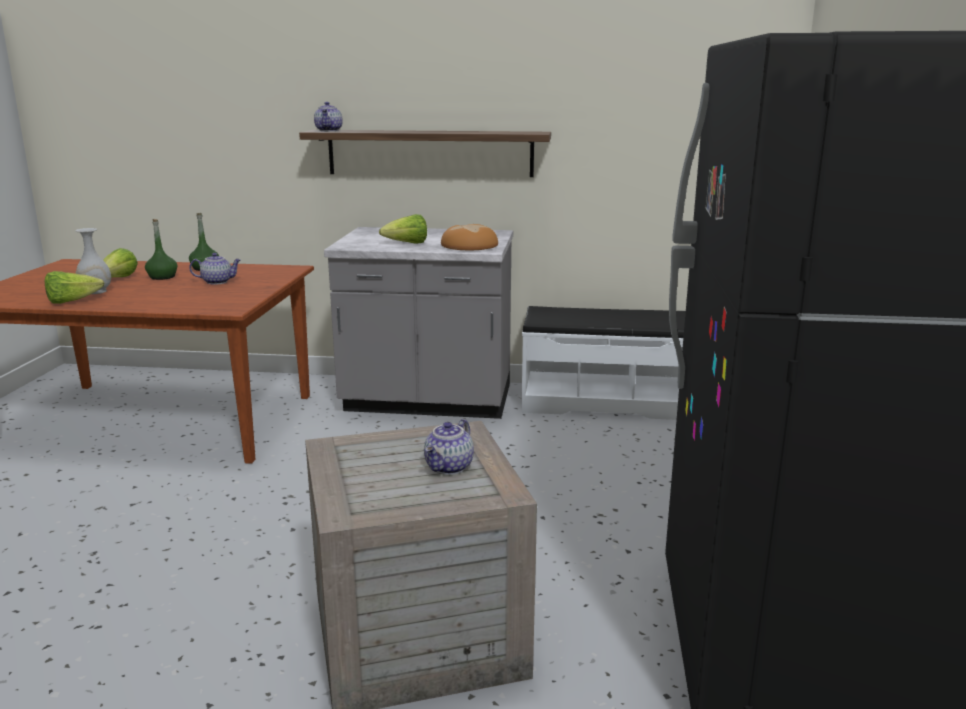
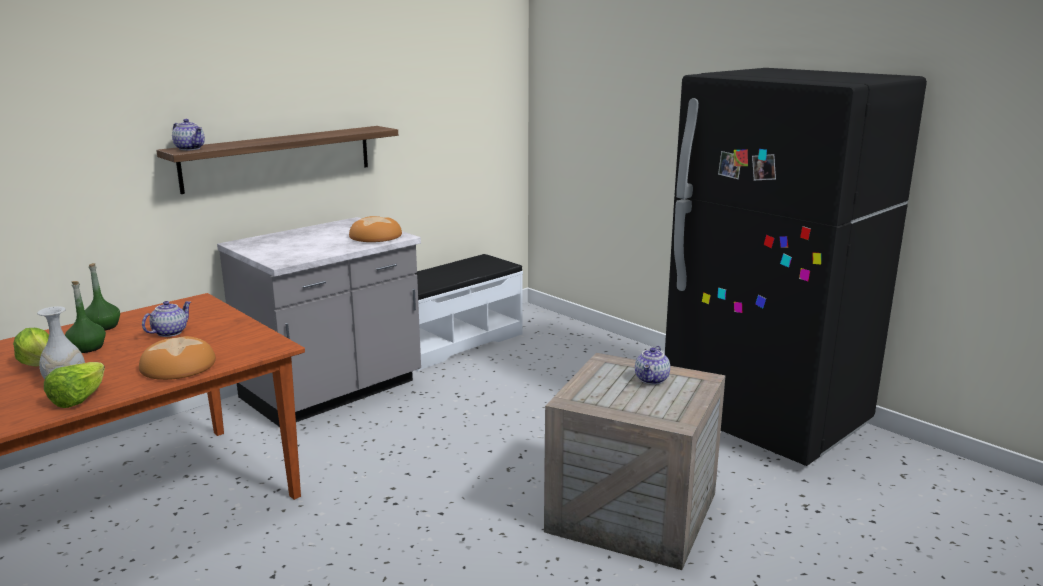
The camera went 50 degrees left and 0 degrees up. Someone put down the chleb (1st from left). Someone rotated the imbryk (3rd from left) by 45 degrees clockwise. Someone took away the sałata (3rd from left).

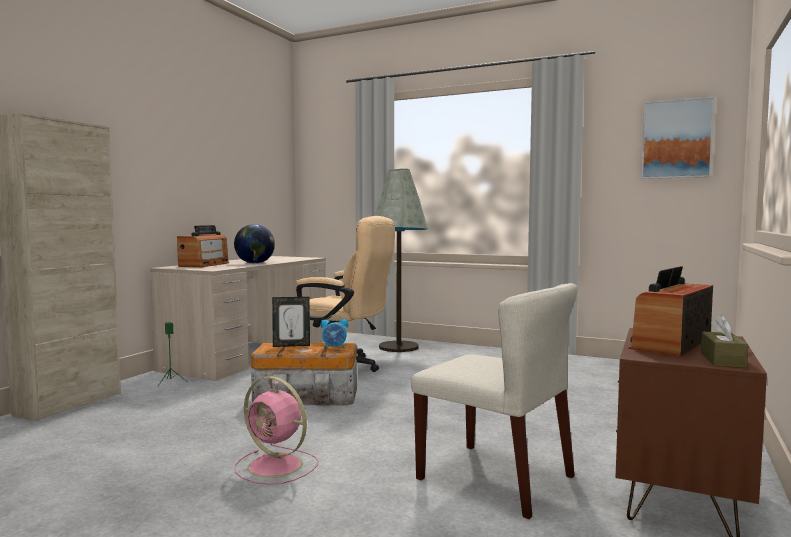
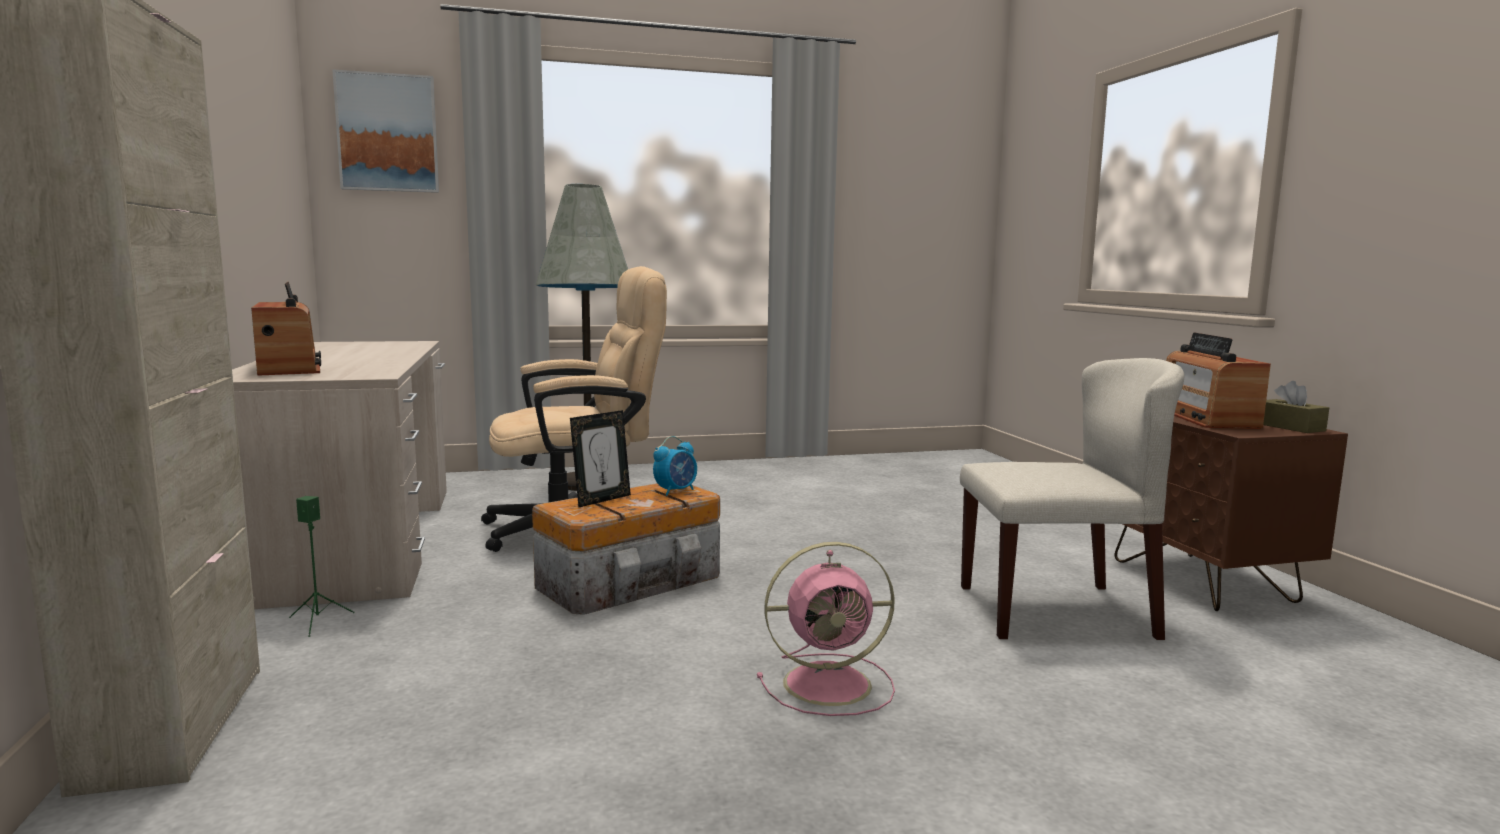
The camera went 40 degrees left and 5 degrees up. Someone carried the obraz. Someone took away the globus.

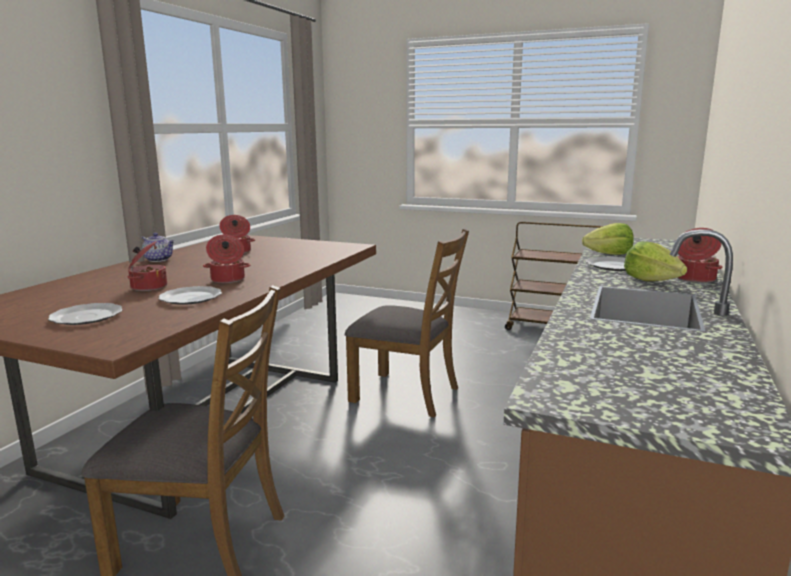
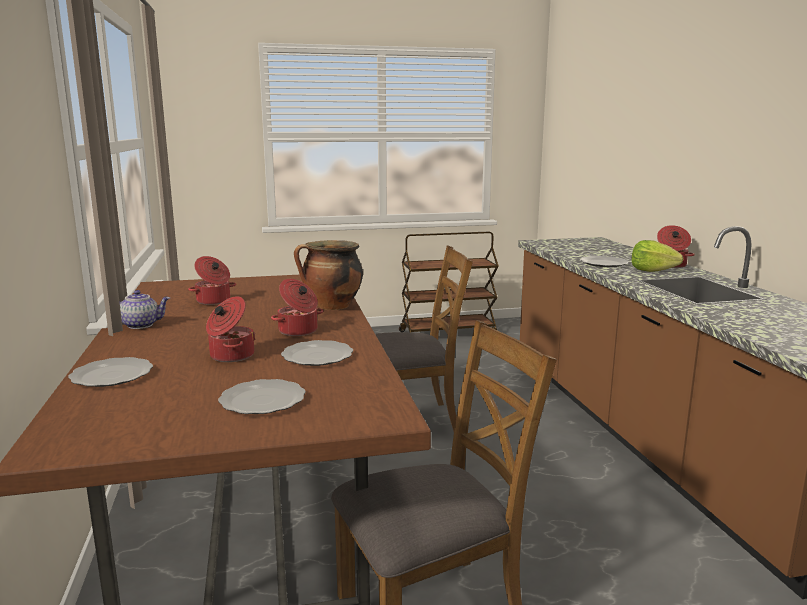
The camera went 35 degrees left and 0 degrees up. Someone put down the talerz (1st from left). Someone put down the garnek (4th from left). Someone took away the sałata (1st from left).

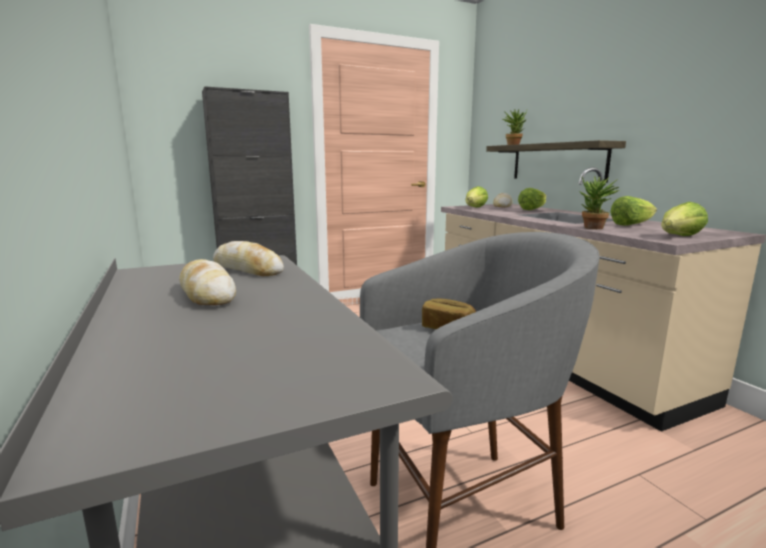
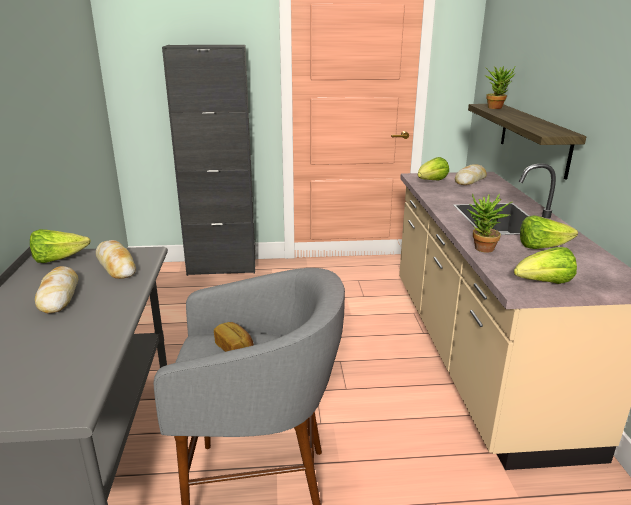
The camera went 20 degrees right and 10 degrees up. Someone carried the sałata (2nd from left in the first image).

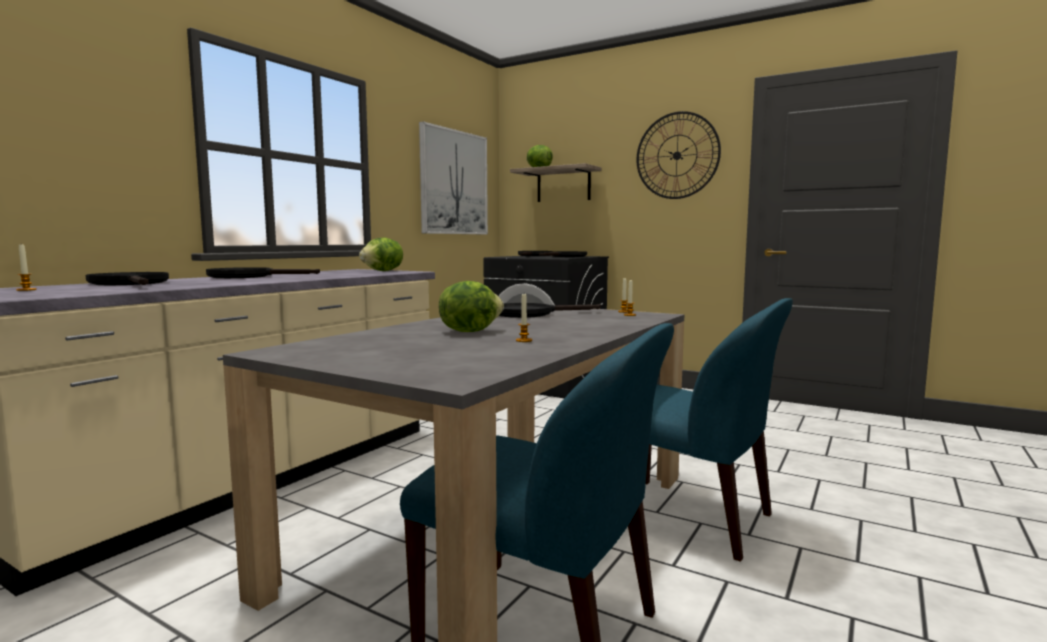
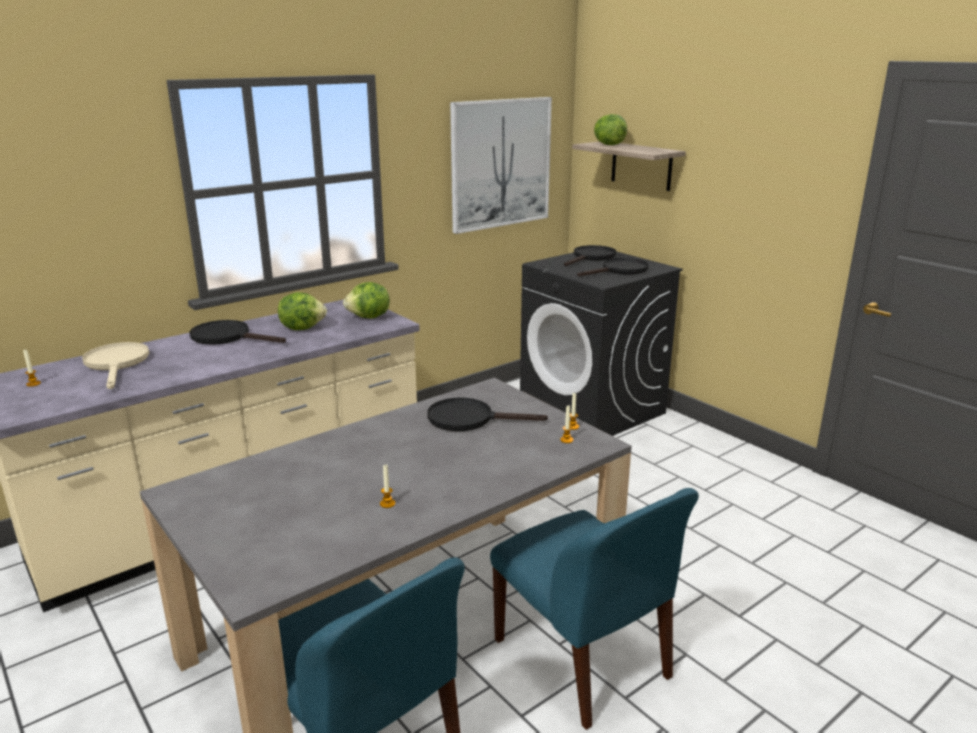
The camera went 20 degrees right and 15 degrees up. Someone repainted the patelnia/czarny (1st from left), which became the patelnia/beżowy. Someone carried the sałata (2nd from left in the first image). Someone took away the zegar ścienny.

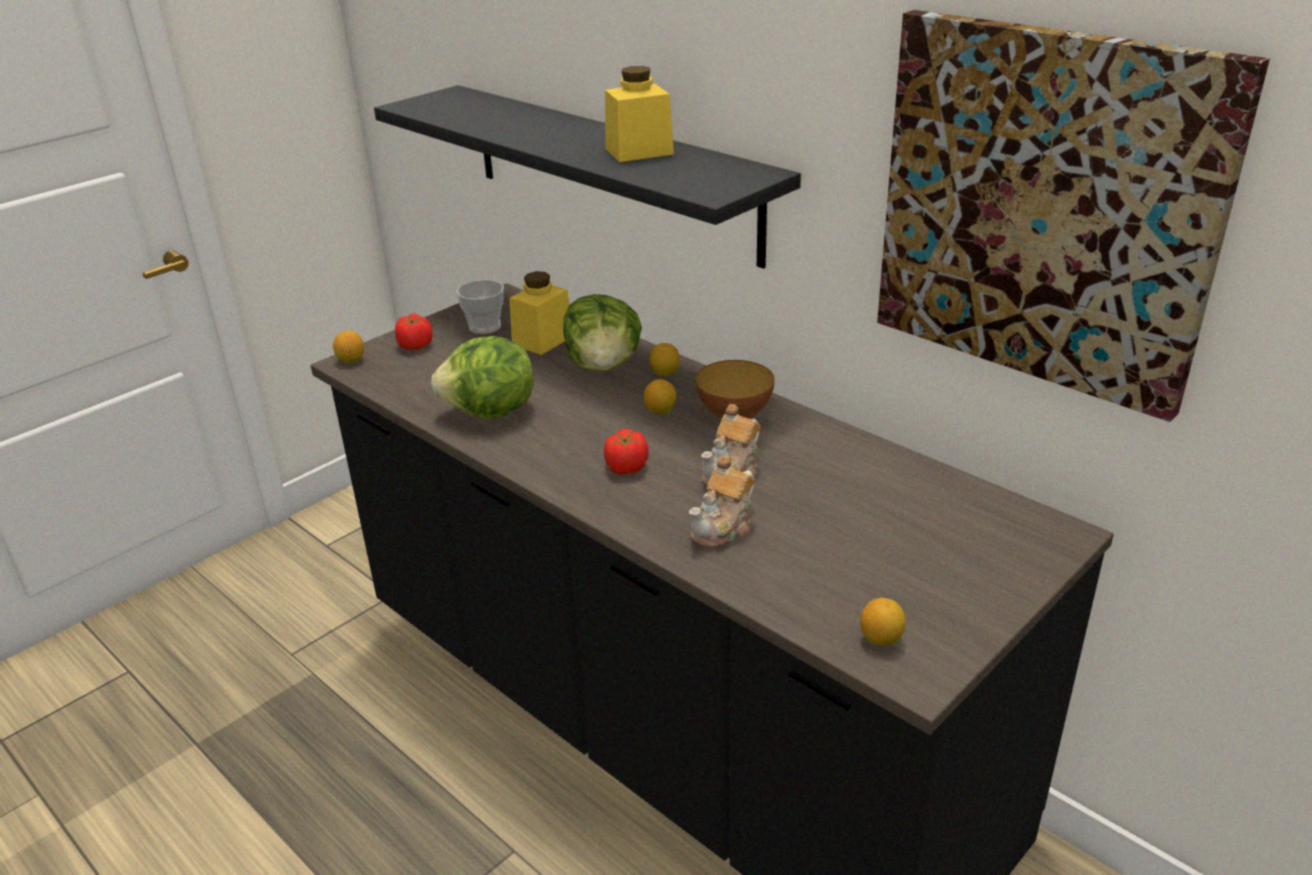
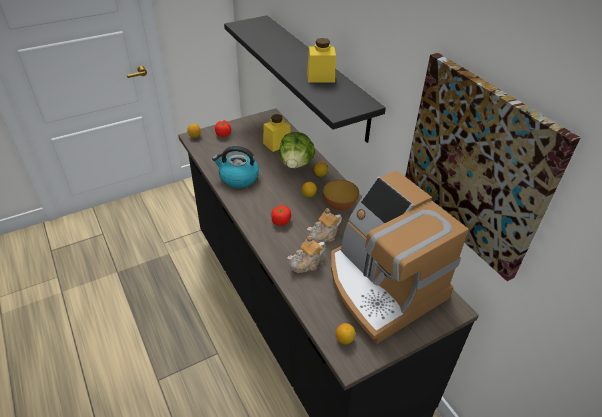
The camera went 15 degrees right and 10 degrees up. Someone swapped the sałata (1st from left) for the czajnik. Someone put down the ekspres do kawy. Someone took away the filiżanka.

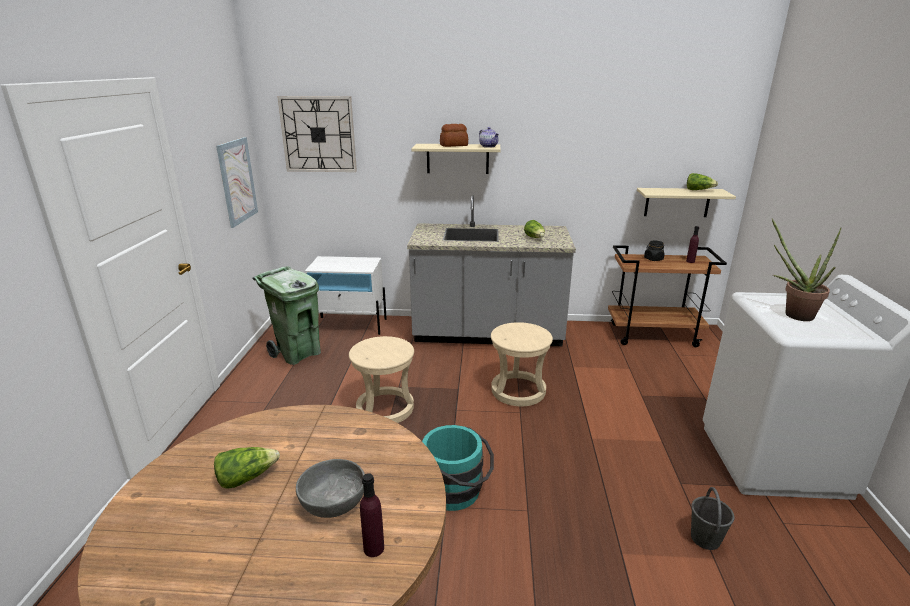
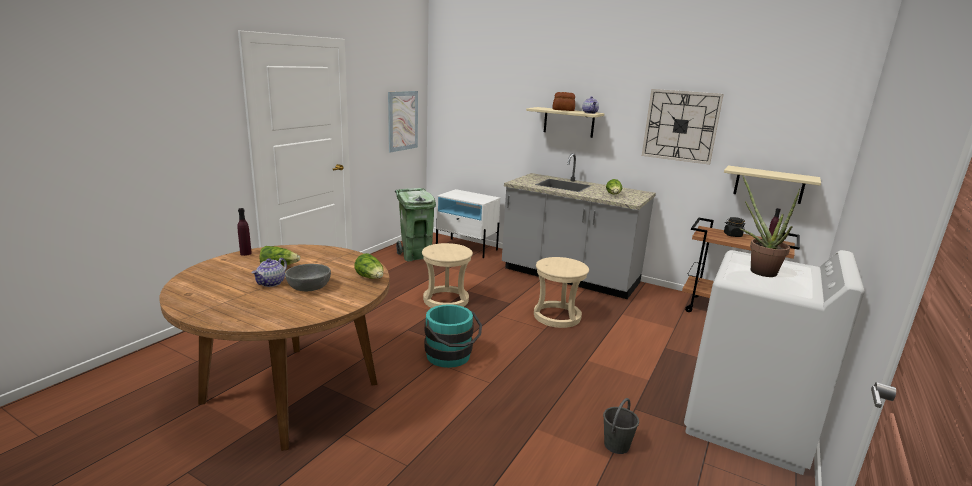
The camera went 25 degrees right and 5 degrees down. Someone carried the butelka/fioletowy (1st from left). Someone put down the imbryk (1st from left). Someone carried the sałata (3rd from left in the first image). Someone carried the zegar ścienny.

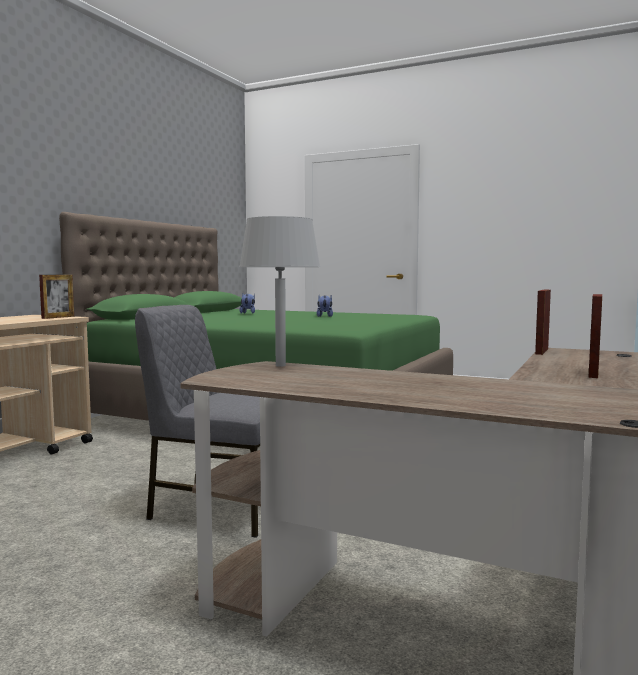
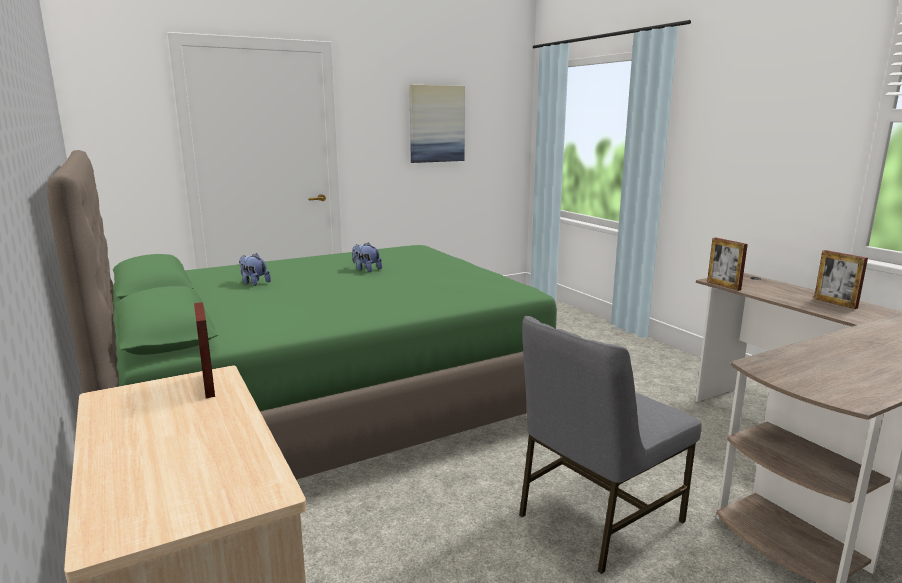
The camera went 55 degrees left and 10 degrees up. Someone put up the obraz. Someone took away the lampa stołowa/szary.

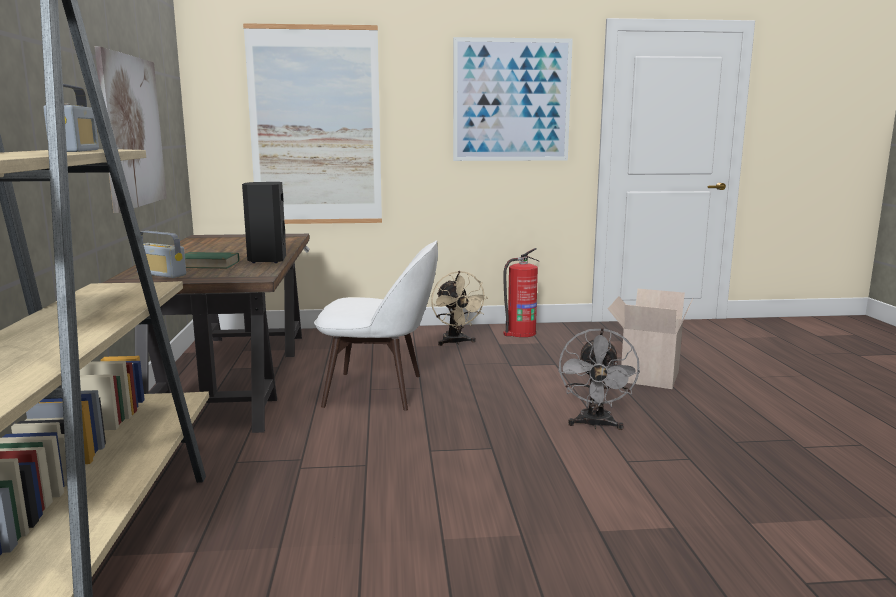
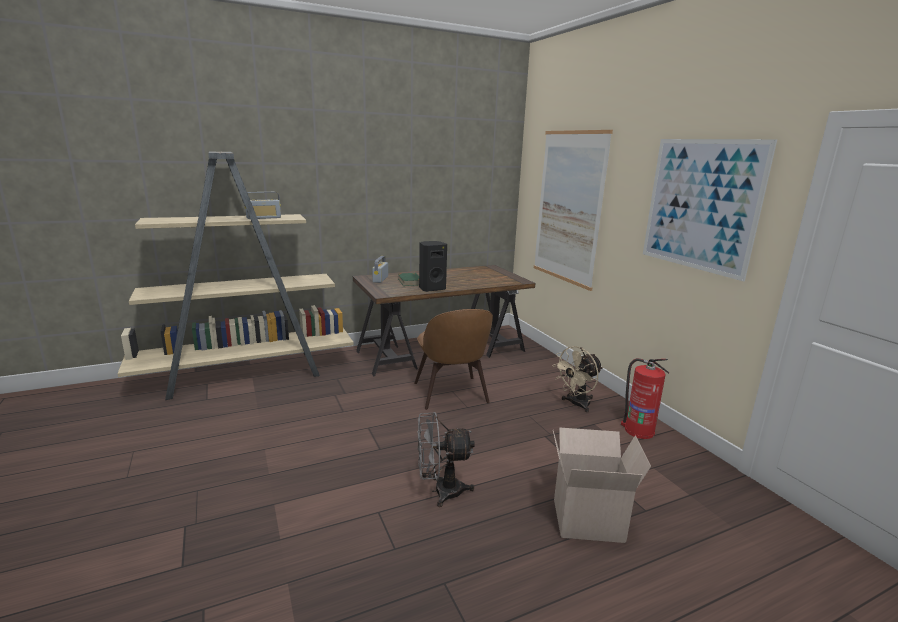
The camera went 70 degrees right and 5 degrees up. Someone repainted the krzesło/biały, which became the krzesło/brązowy. Someone took away the obraz (1st from left).

